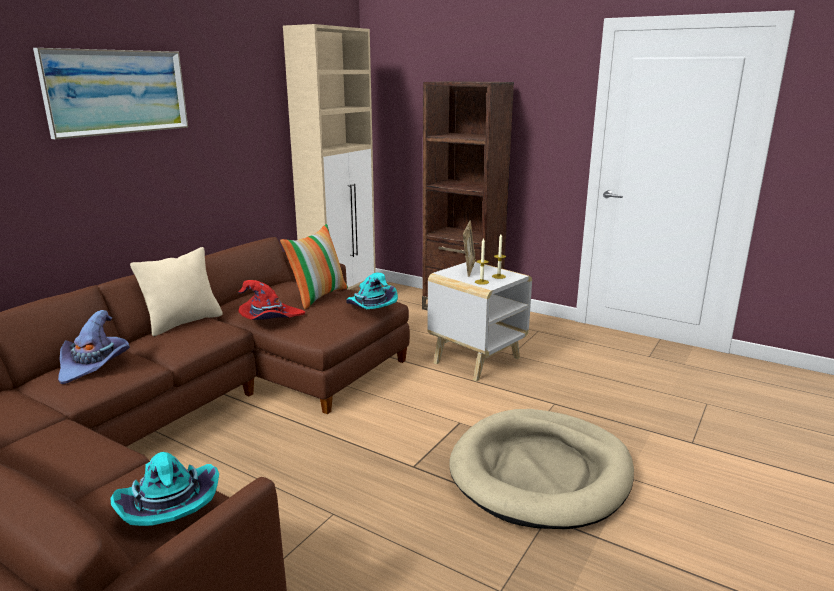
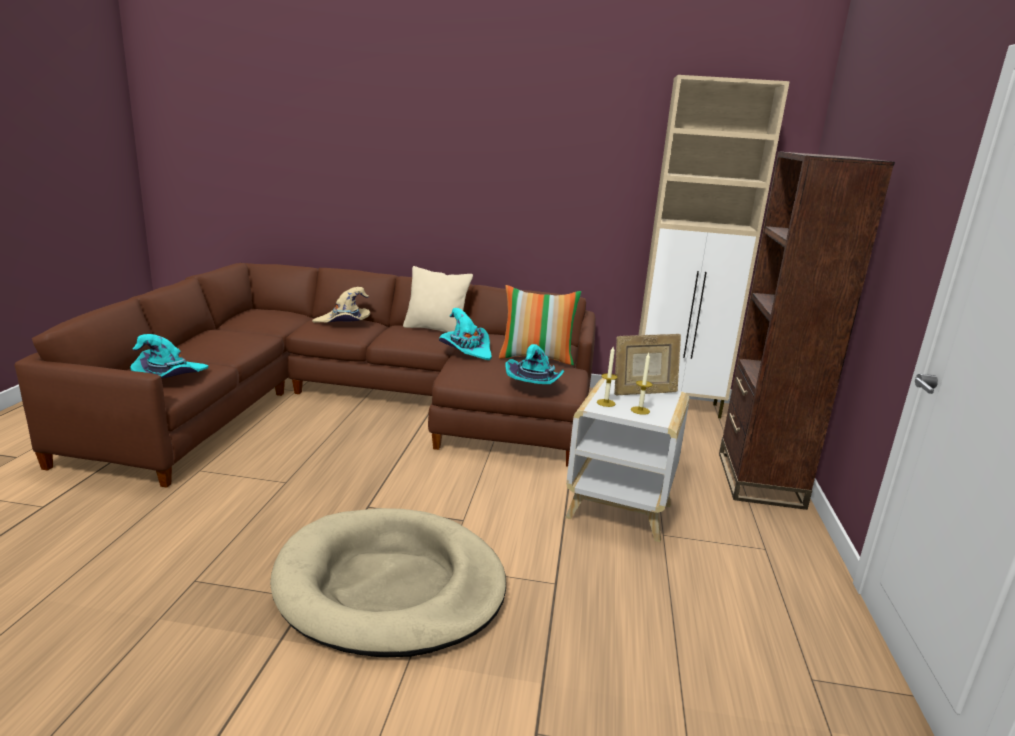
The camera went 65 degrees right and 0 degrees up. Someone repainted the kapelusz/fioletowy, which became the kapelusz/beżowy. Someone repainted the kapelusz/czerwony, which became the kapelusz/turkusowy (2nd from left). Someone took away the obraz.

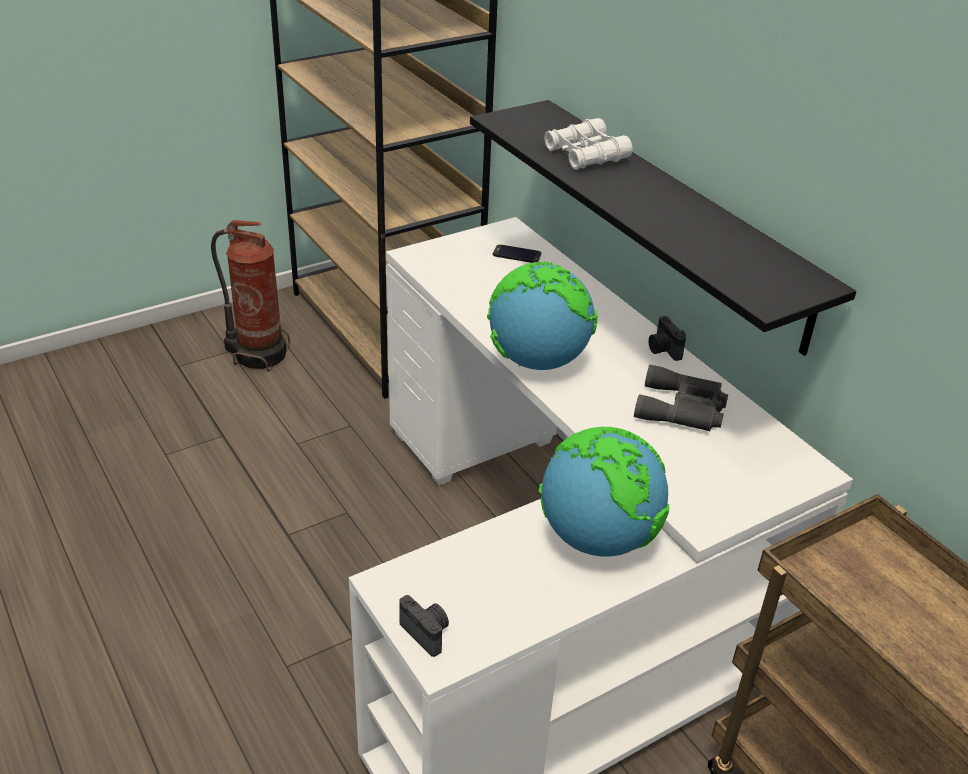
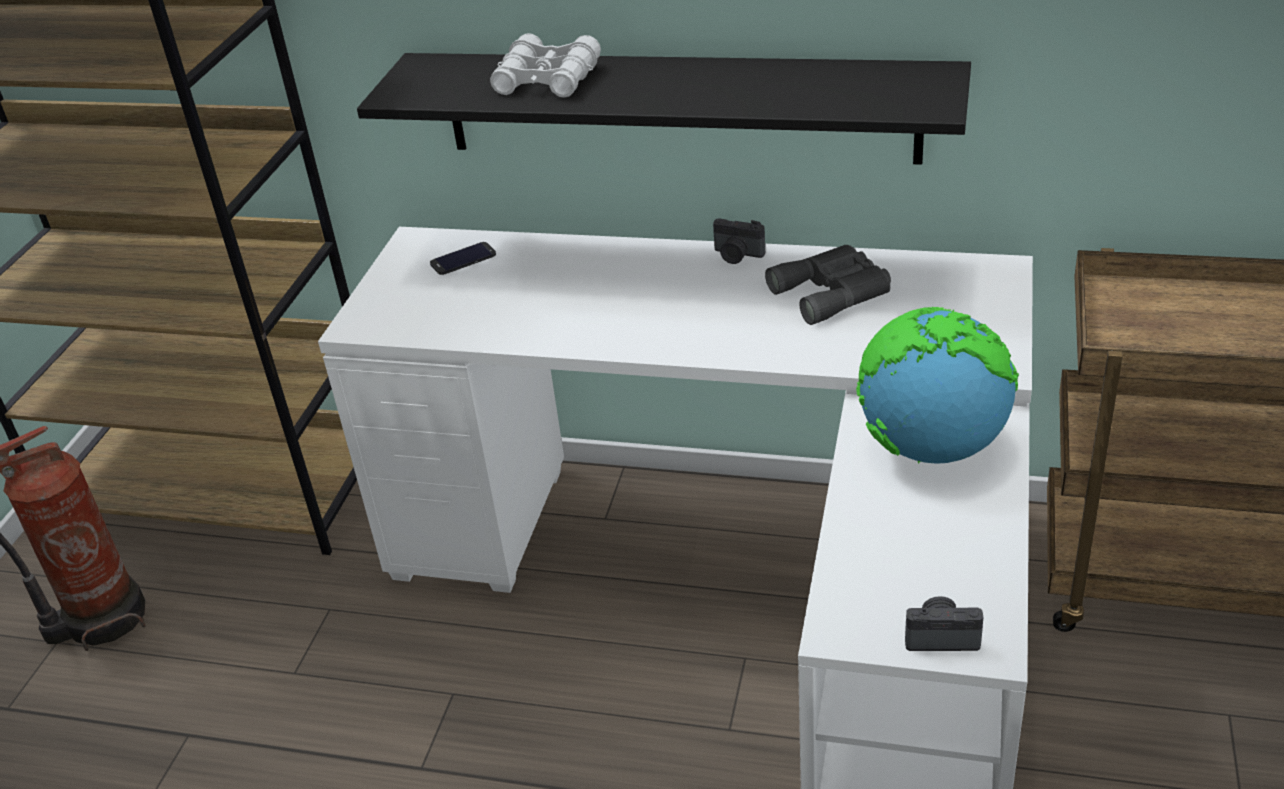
The camera went 40 degrees left and 0 degrees up. Someone took away the globus (1st from left).

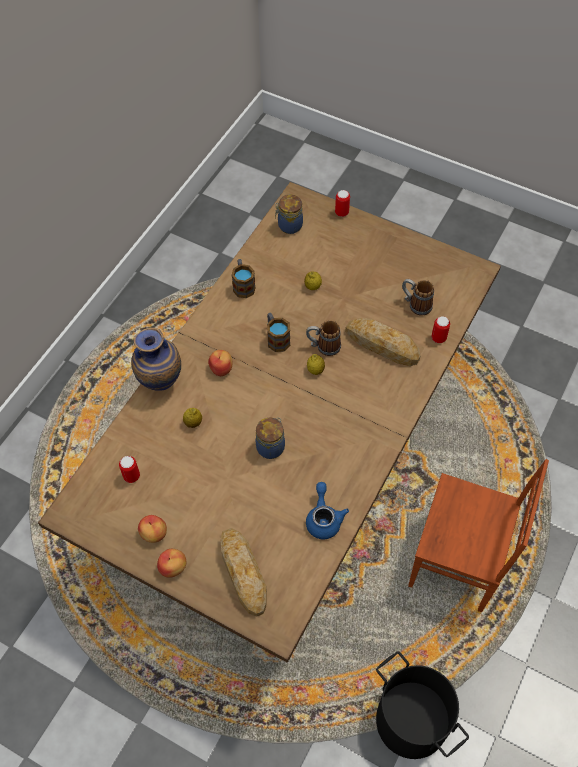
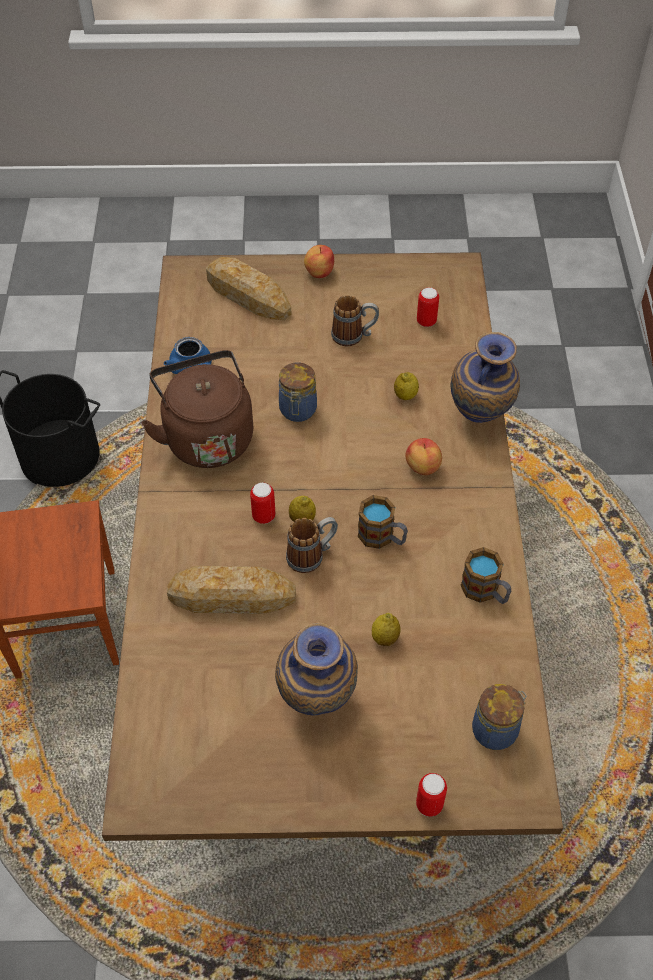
The camera went 150 degrees right and 5 degrees down. Someone put down the czajnik/brązowy. Someone carried the puszka (3rd from left in the first image). Someone put down the wazon (1st from left). Someone carried the kubek (4th from left in the first image). Someone took away the jabłko (1st from left).

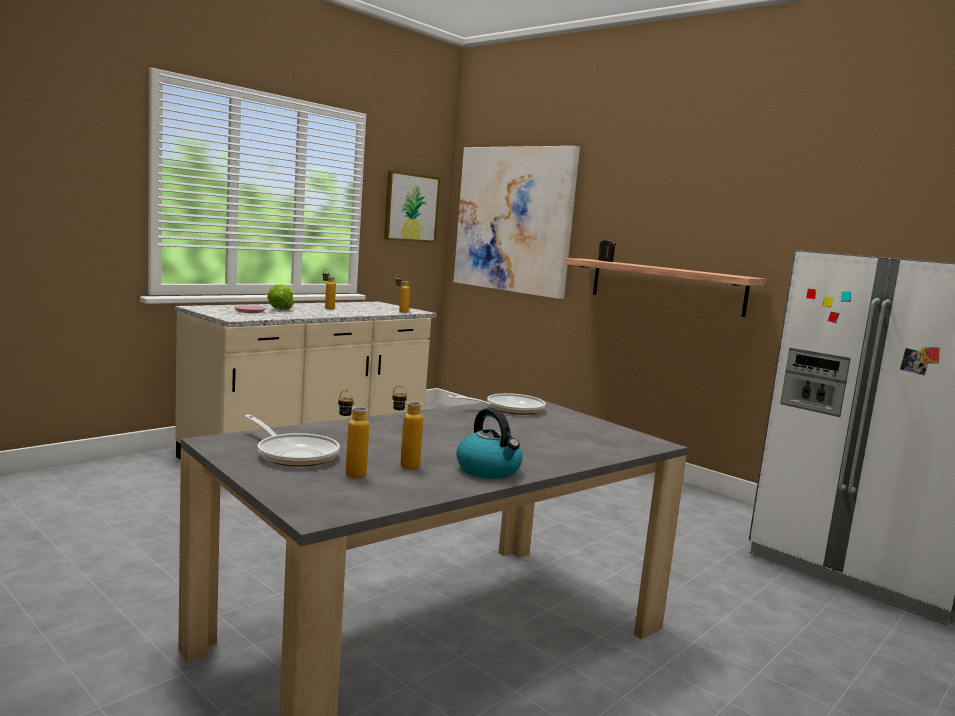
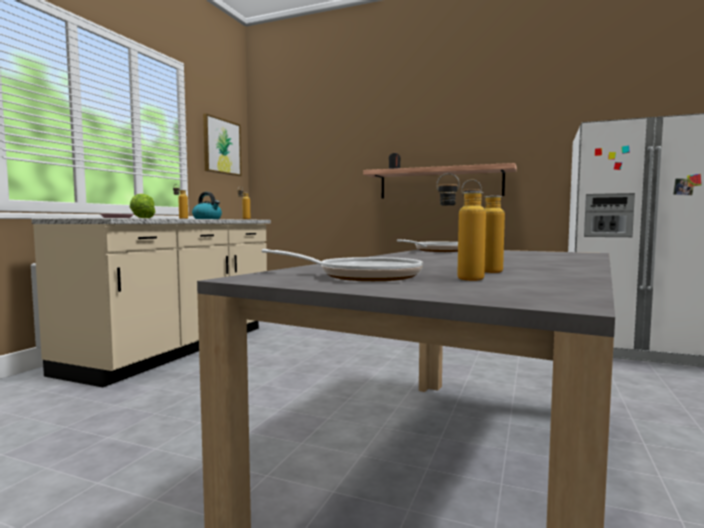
The camera went 20 degrees left and 5 degrees down. Someone carried the czajnik. Someone took away the obraz (2nd from left).

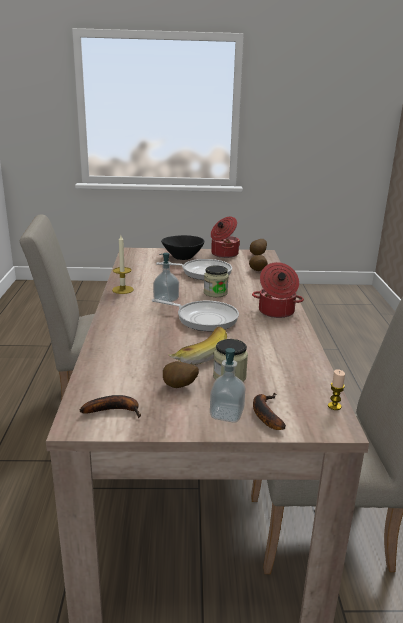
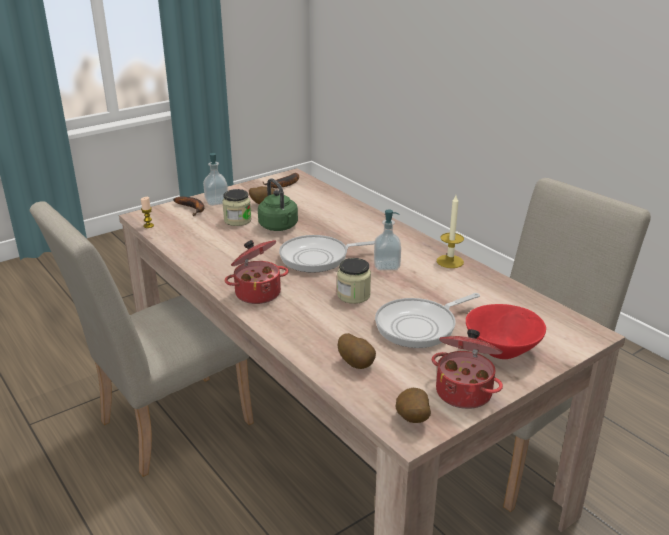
The camera went 145 degrees right and 5 degrees up. Someone swapped the banan (2nd from left) for the czajnik/zielony. Someone repainted the miska/czarny, which became the miska/czerwony.

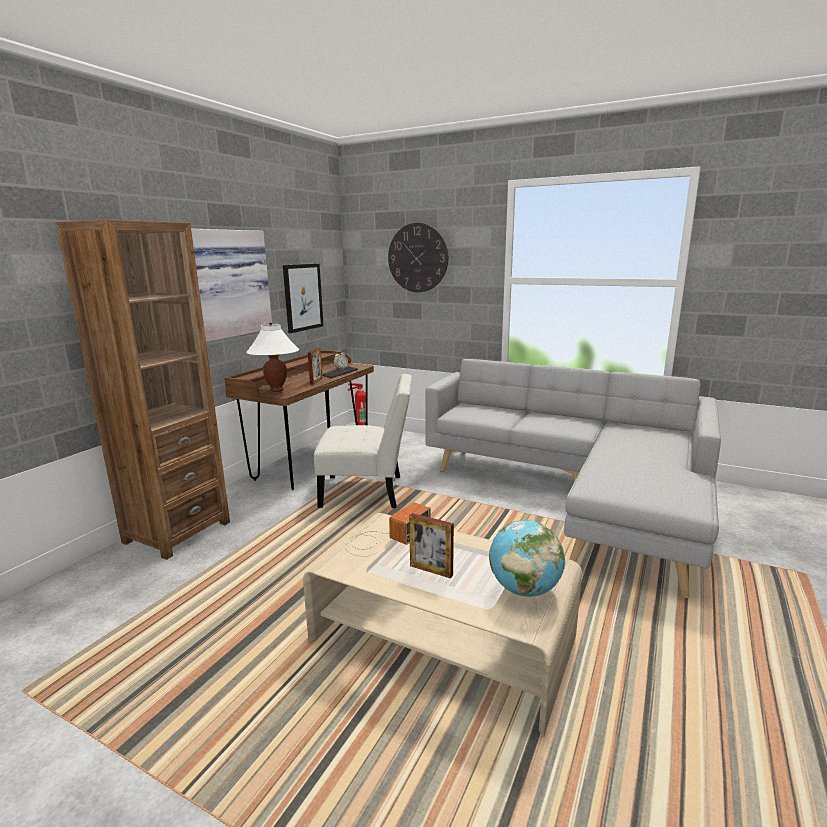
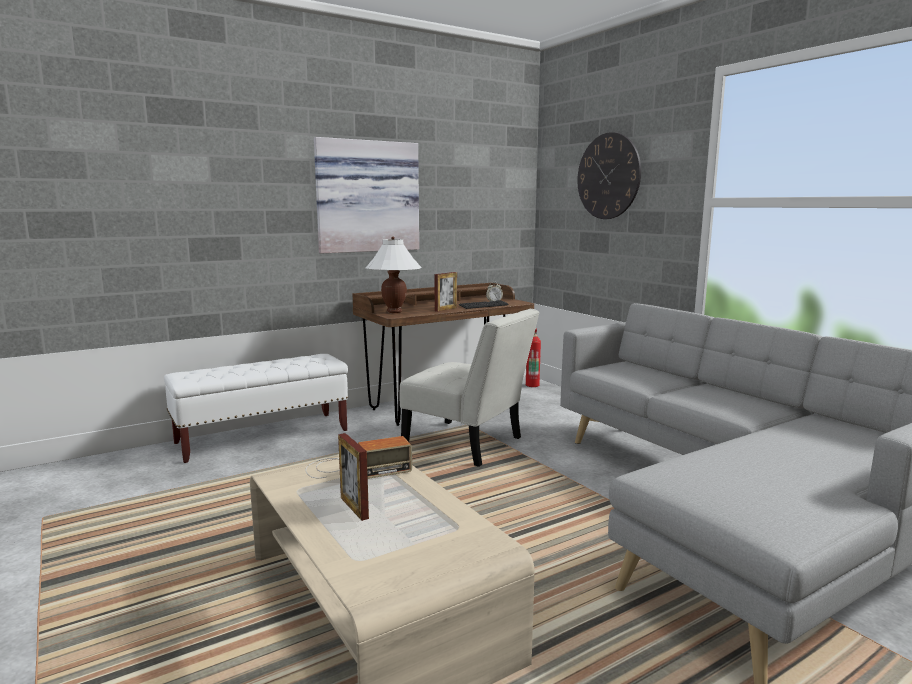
The camera went 30 degrees right and 5 degrees down. Someone swapped the regał/brązowy for the ławka/biały. Someone took away the obraz (2nd from left). Someone took away the globus.

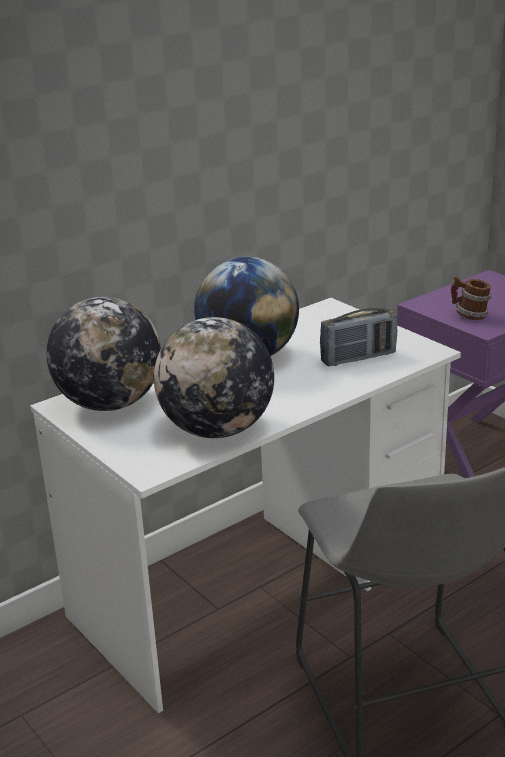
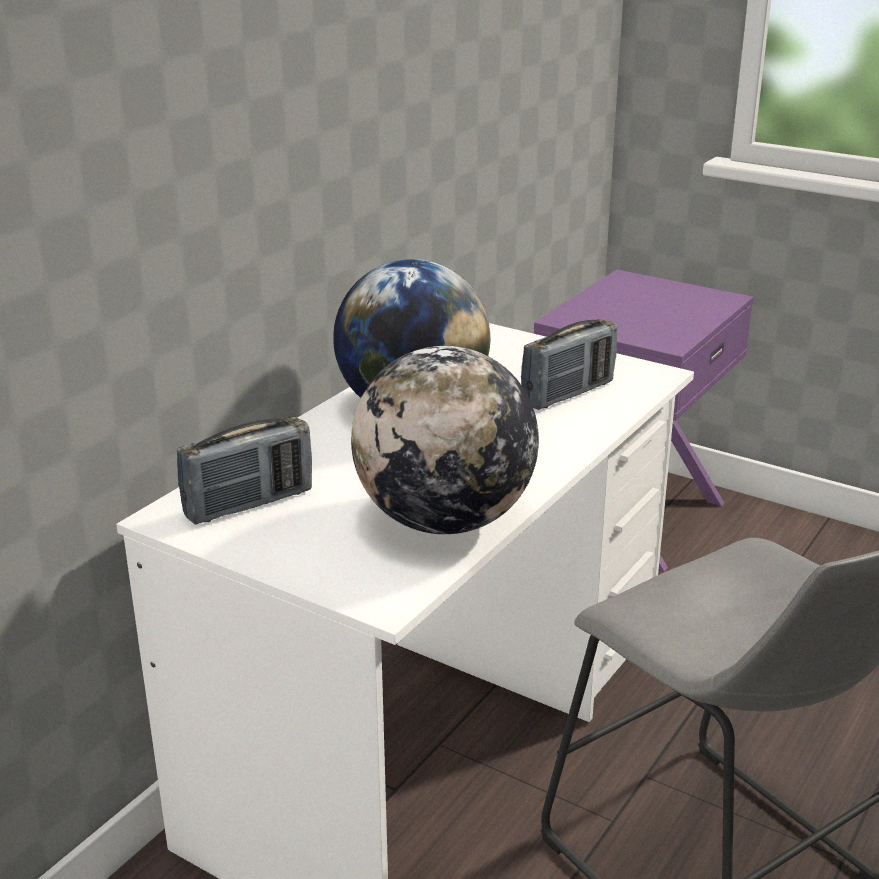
The camera went 20 degrees left and 0 degrees up. Someone swapped the globus (1st from left) for the radio (1st from left). Someone took away the kubek.

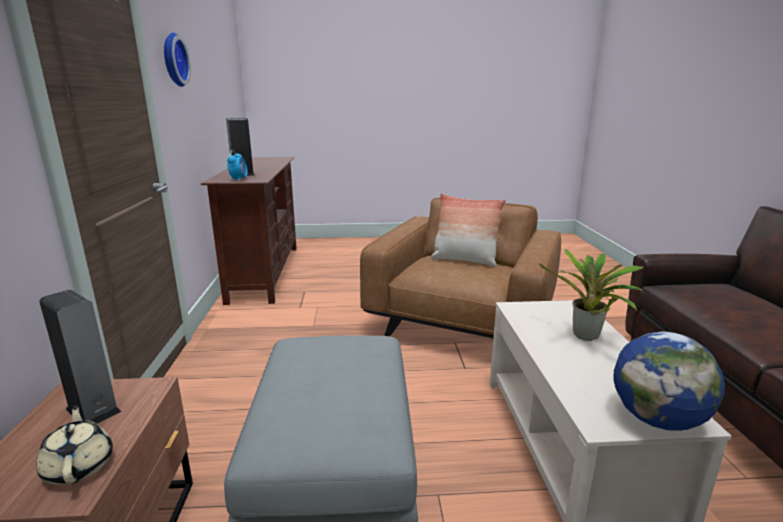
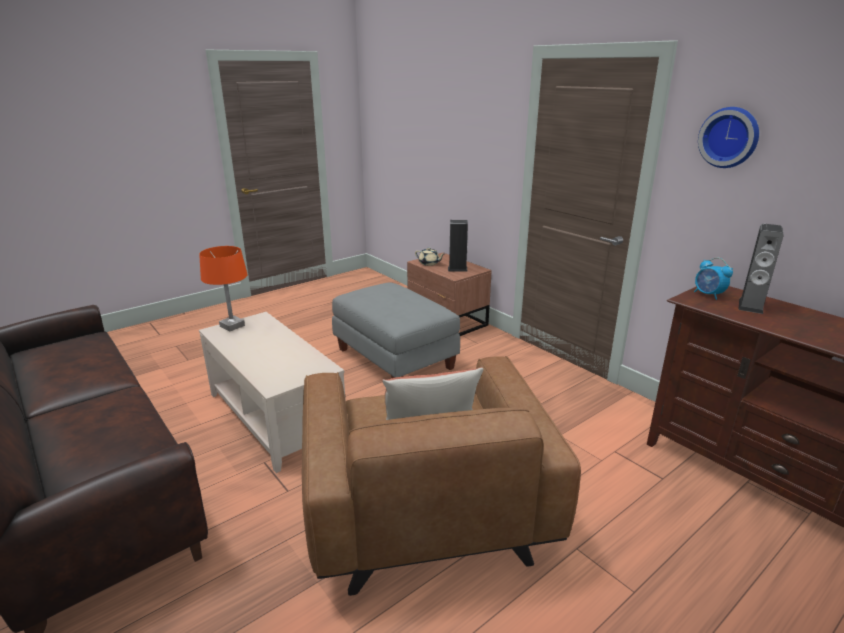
The camera went 145 degrees right and 5 degrees up. Someone swapped the globus for the lampa stołowa/pomarańczowy. Someone took away the roślina doniczkowa.

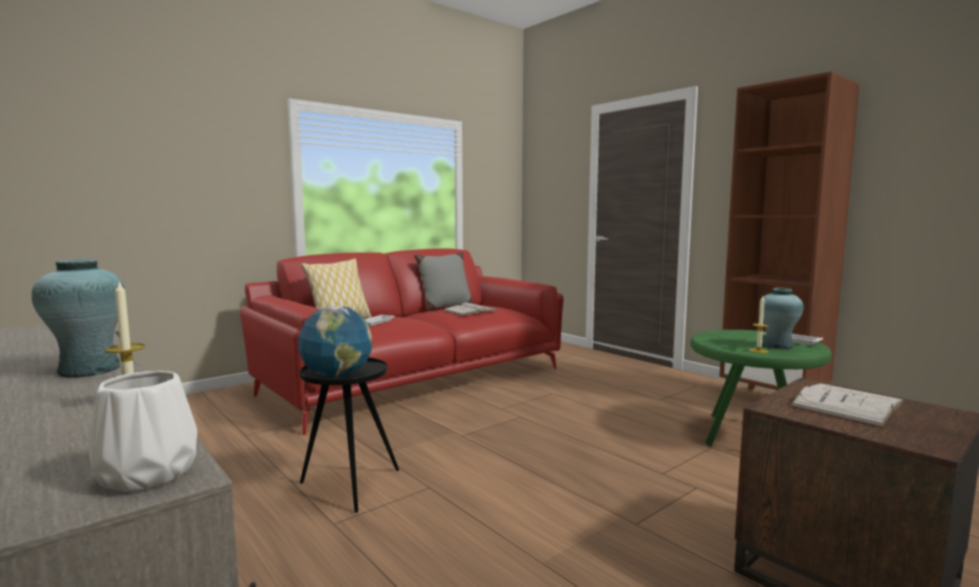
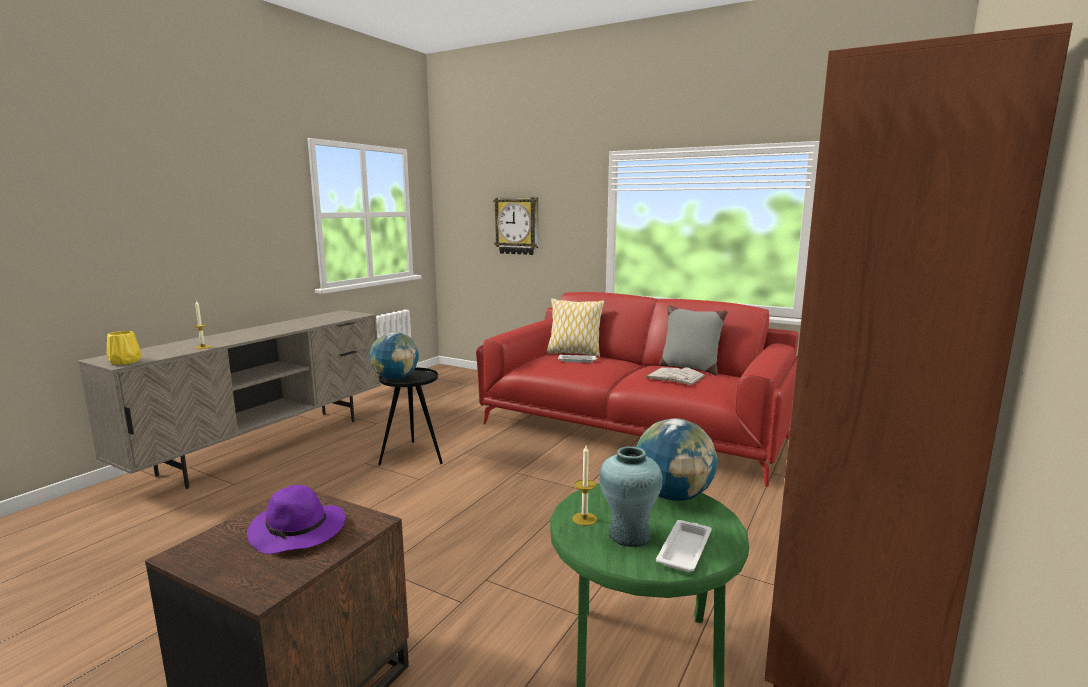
The camera went 70 degrees right and 5 degrees up. Someone repainted the wazon/biały, which became the wazon/żółty. Someone swapped the książka/biały (2nd from left) for the kapelusz/fioletowy. Someone put up the zegar ścienny. Someone put down the globus (2nd from left). Someone took away the wazon/turkusowy (1st from left).

